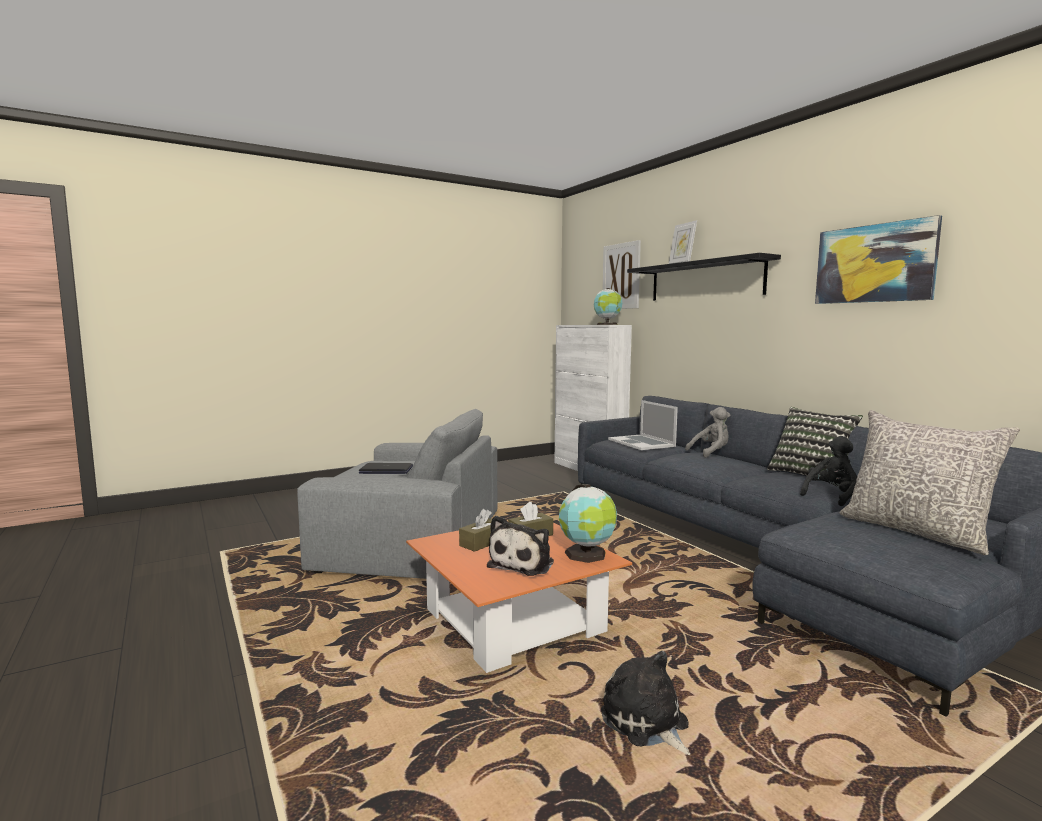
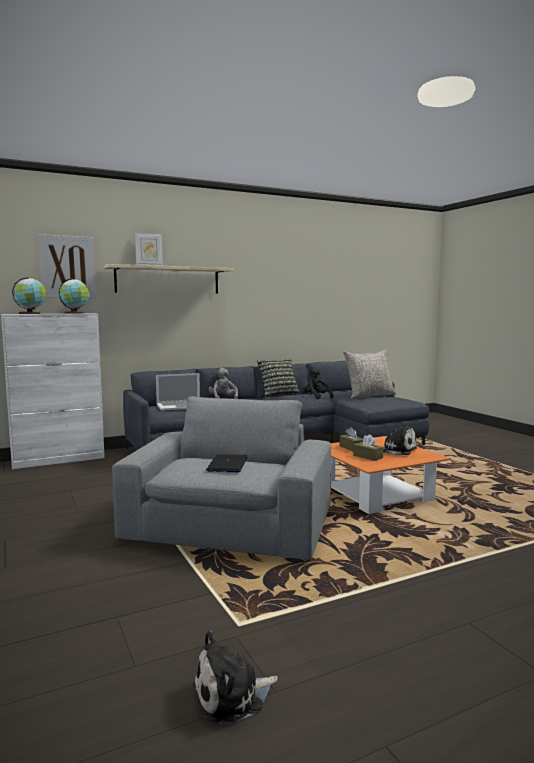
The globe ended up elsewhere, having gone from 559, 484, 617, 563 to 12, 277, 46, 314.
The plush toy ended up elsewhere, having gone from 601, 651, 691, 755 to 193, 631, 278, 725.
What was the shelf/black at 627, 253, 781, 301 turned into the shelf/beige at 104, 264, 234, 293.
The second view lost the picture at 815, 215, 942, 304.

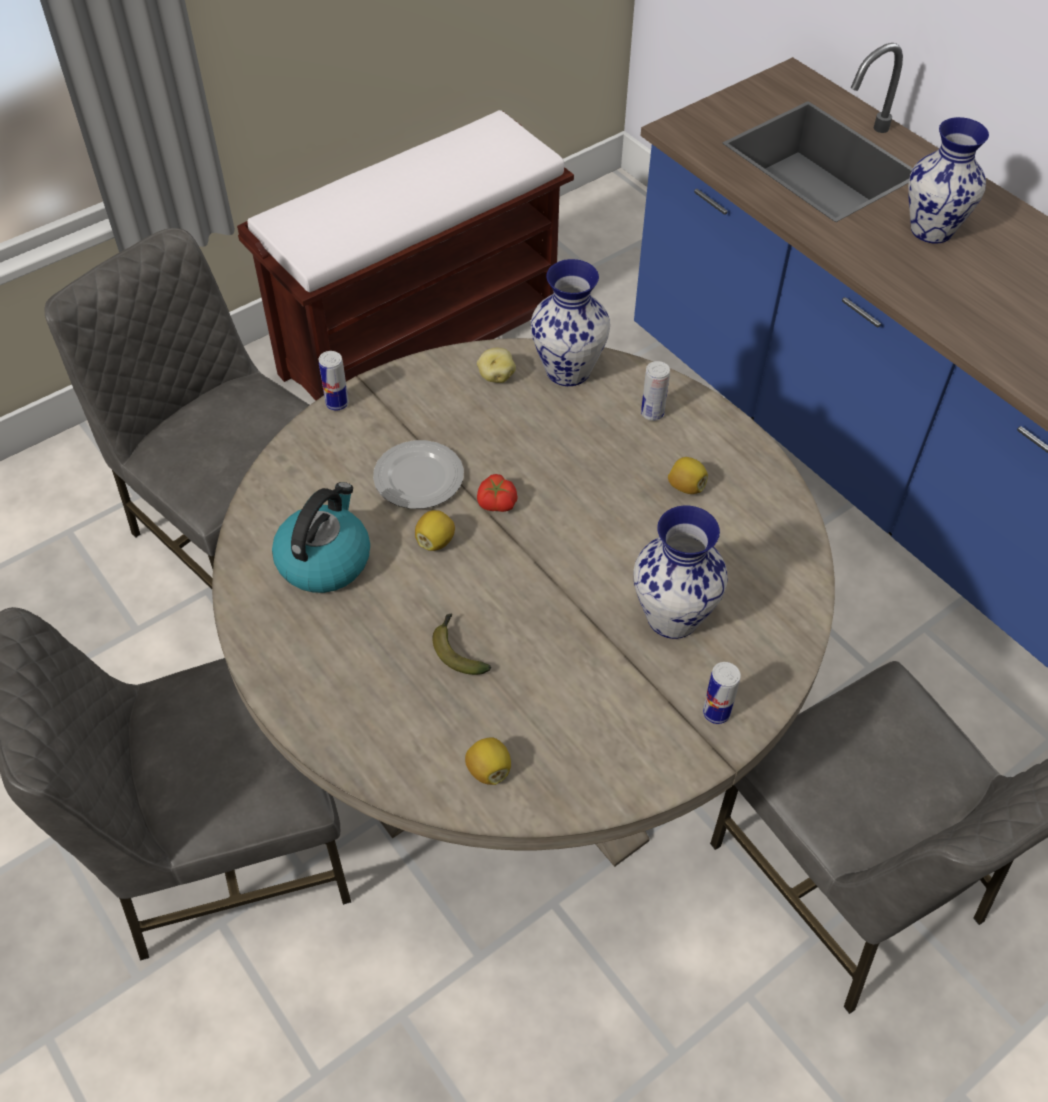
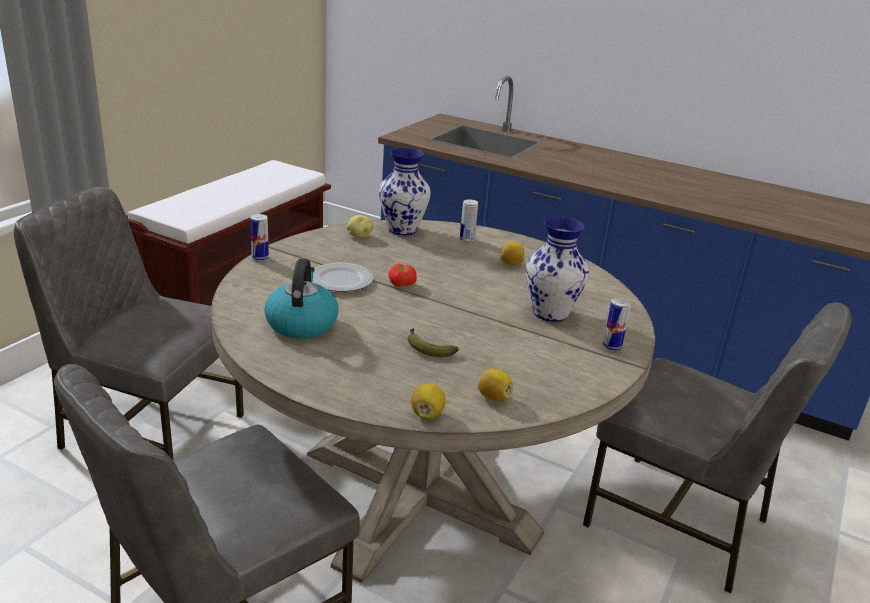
The lemon ended up elsewhere, having gone from 415, 510, 455, 551 to 411, 383, 446, 419.
The second view lost the vase at 908, 117, 989, 244.

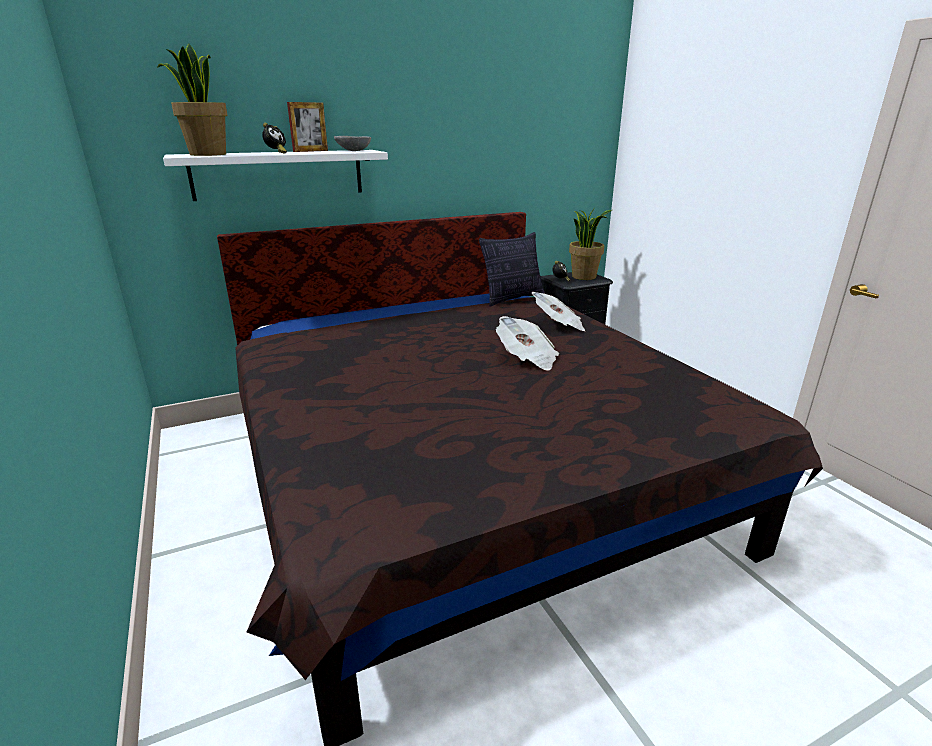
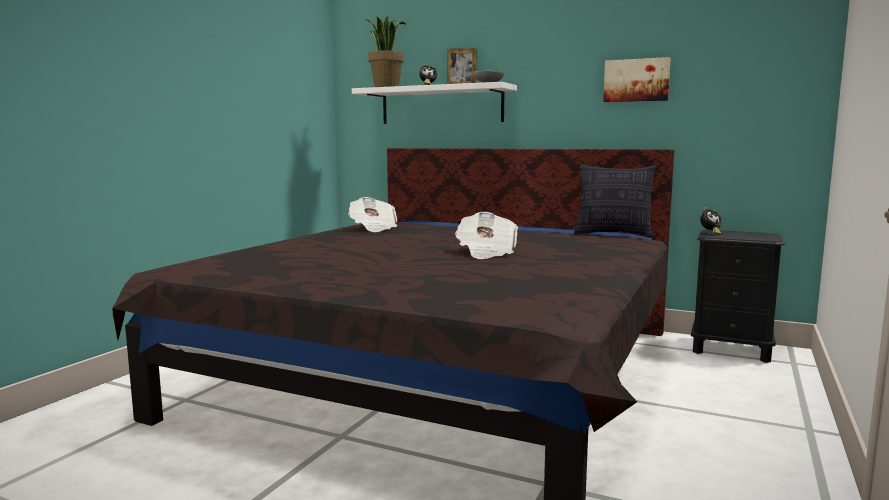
The newspaper ended up elsewhere, having gone from 532, 292, 585, 331 to 348, 197, 397, 232.
The second view lost the potted plant at 569, 208, 612, 280.
The second view gained the picture at 603, 57, 671, 102.

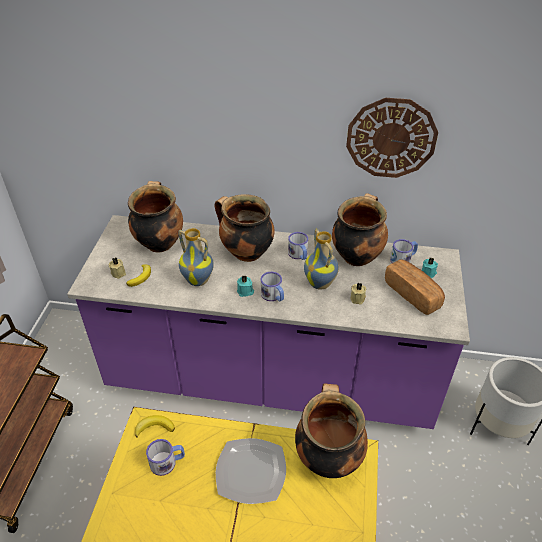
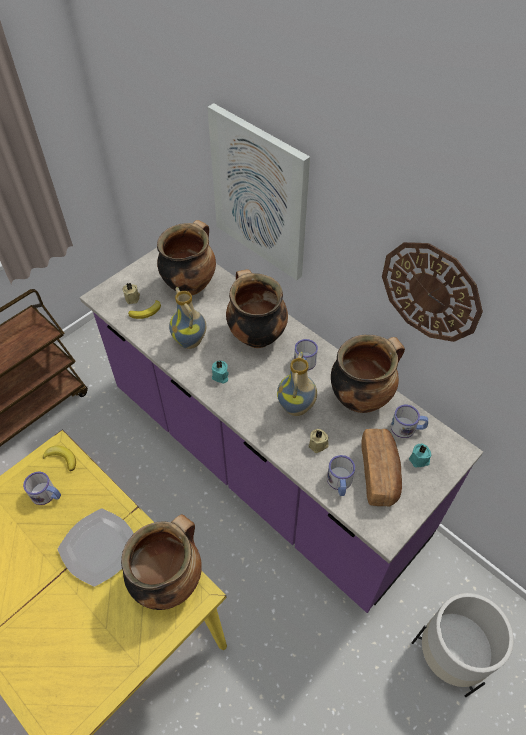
The mug ended up elsewhere, having gone from 261, 272, 284, 301 to 327, 455, 355, 496.
The second view gained the picture at 207, 103, 310, 280.

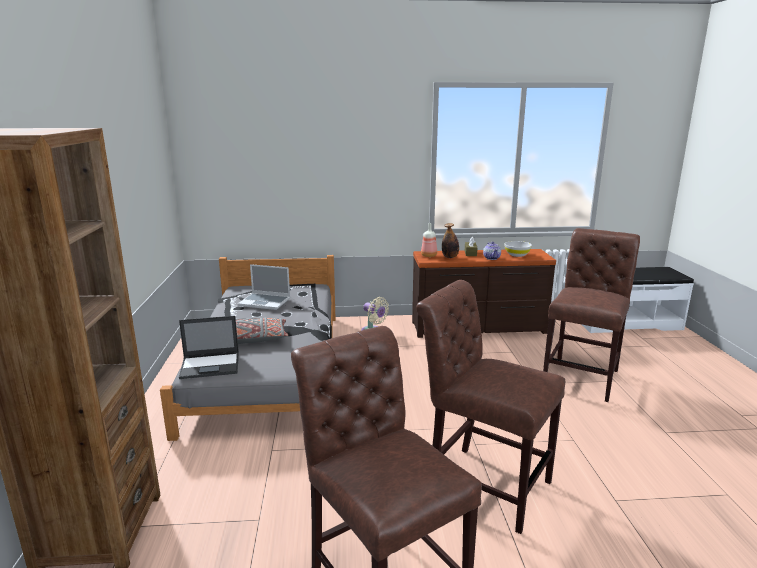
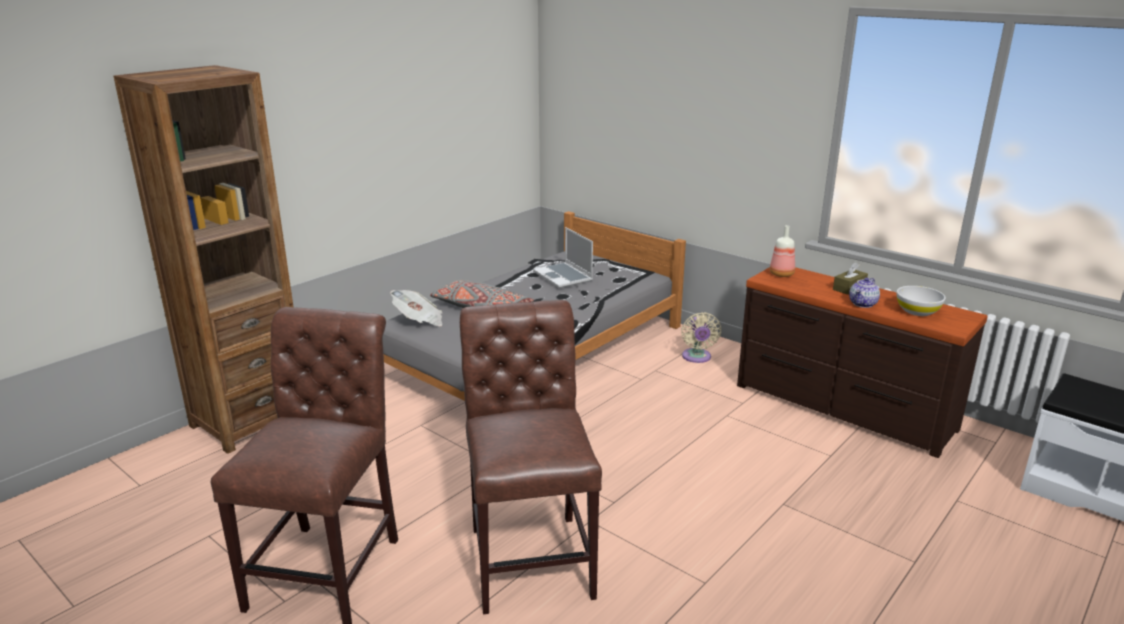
Where the laptop stood at 179, 316, 239, 379, the newspaper came to stand at 390, 290, 442, 326.
The second view lost the bottle at 442, 223, 459, 258.
The second view lost the chair/brown at 543, 228, 640, 402.

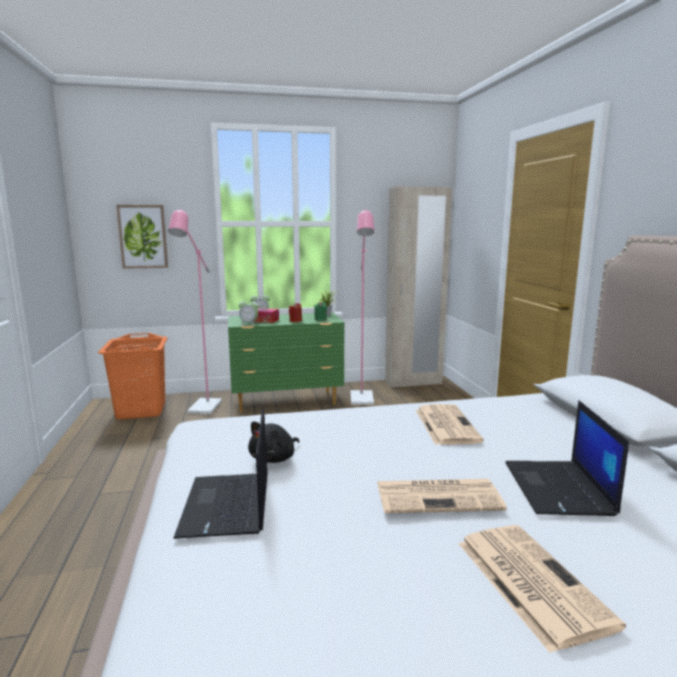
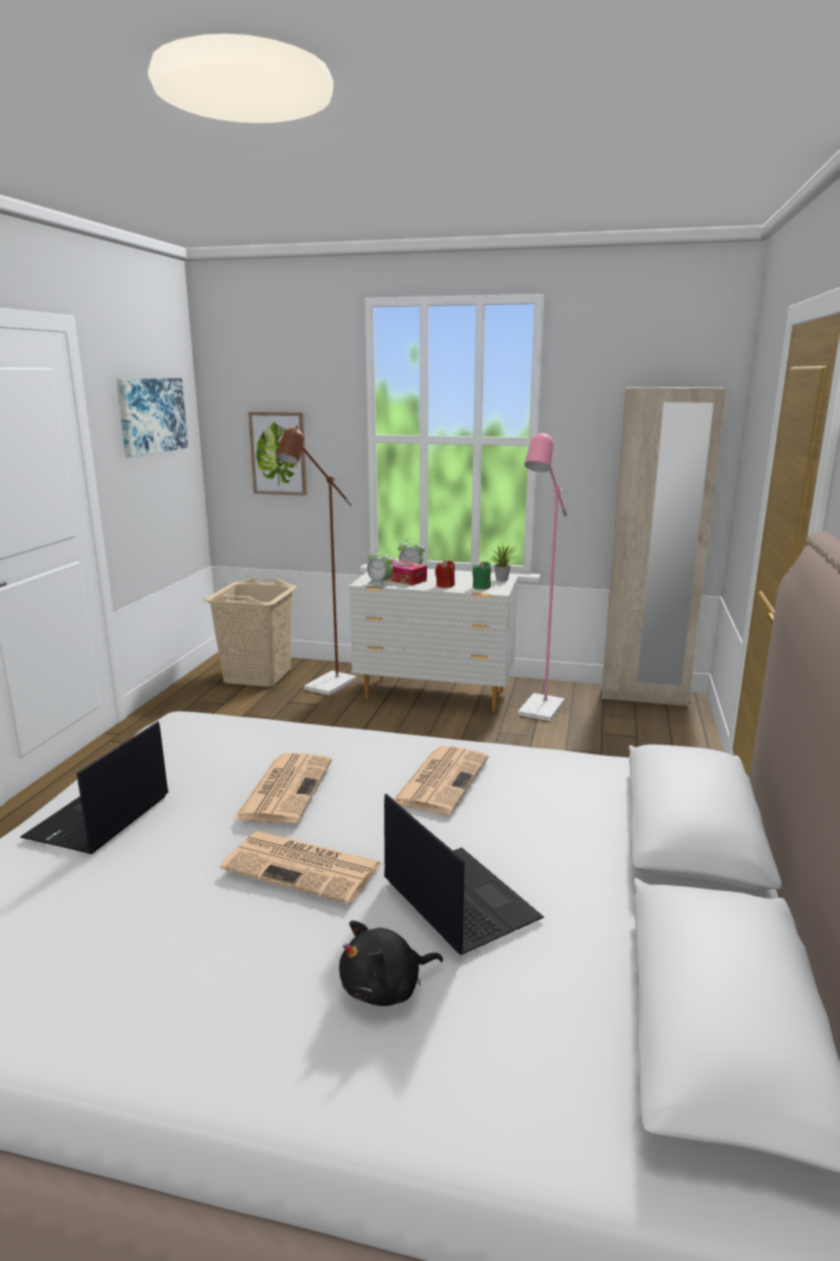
What was the laundry basket/orange at 98, 333, 168, 419 turned into the laundry basket/beige at 204, 578, 297, 687.
What was the floor lamp/pink at 168, 208, 222, 414 turned into the floor lamp/brown at 276, 426, 356, 695.
What was the dresser/green at 228, 312, 344, 412 turned into the dresser/white at 349, 571, 518, 712.
The plush toy/black ended up elsewhere, having gone from 248, 421, 299, 463 to 339, 921, 443, 1006.
The newspaper ended up elsewhere, having gone from 459, 525, 626, 653 to 234, 753, 332, 824.
The laptop at 505, 400, 629, 516 ended up facing another way, 120 degrees clockwise from before.
The second view gained the picture at 116, 378, 188, 457.

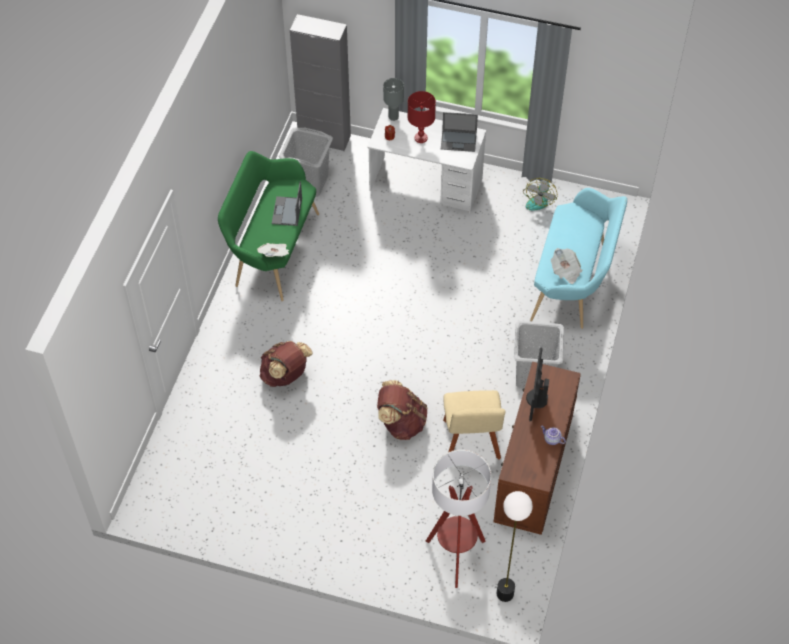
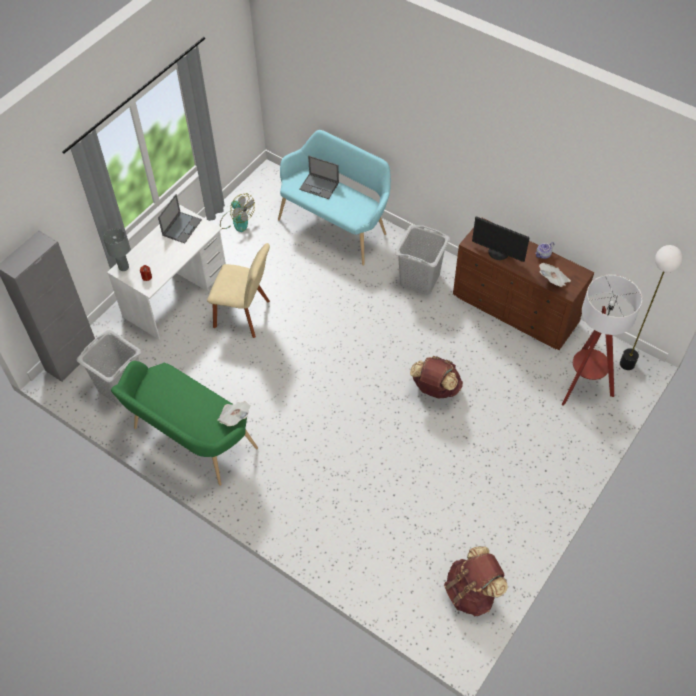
The backpack/brown ended up elsewhere, having gone from 260, 341, 313, 387 to 444, 546, 508, 616.
The laptop ended up elsewhere, having gone from 272, 181, 302, 226 to 299, 156, 339, 199.
The second view lost the table lamp/red at 408, 91, 436, 143.
The chair/beige ended up elsewhere, having gone from 443, 390, 506, 459 to 207, 243, 270, 338.
The newspaper ended up elsewhere, having gone from 551, 248, 583, 284 to 539, 263, 571, 287.

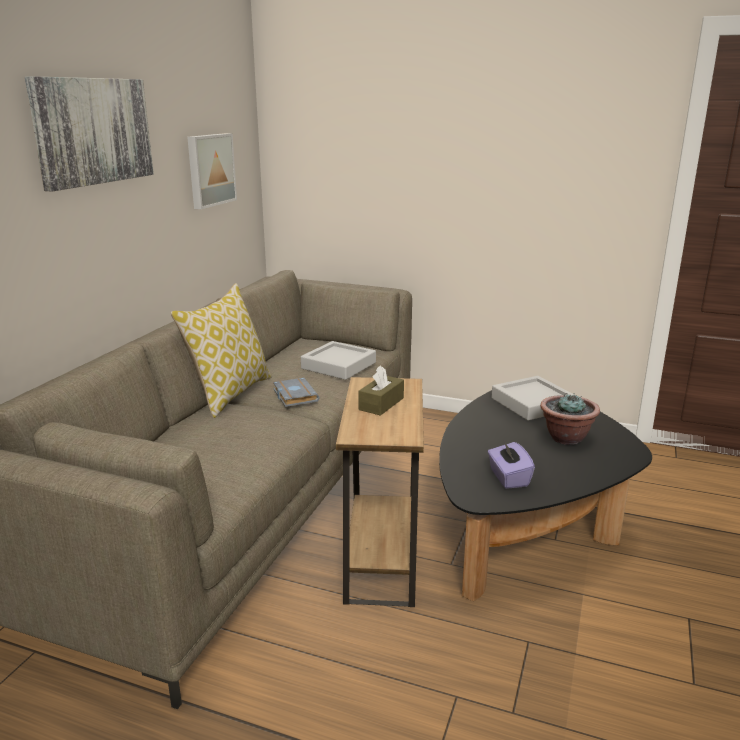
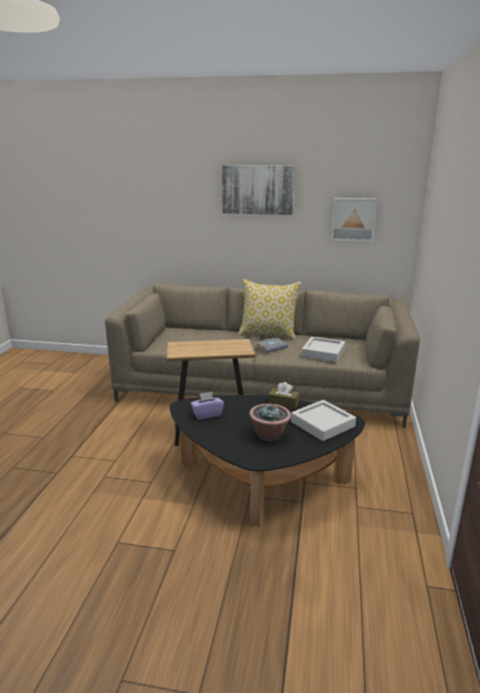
The tissue box/brown ended up elsewhere, having gone from 358, 365, 404, 416 to 268, 382, 299, 409.

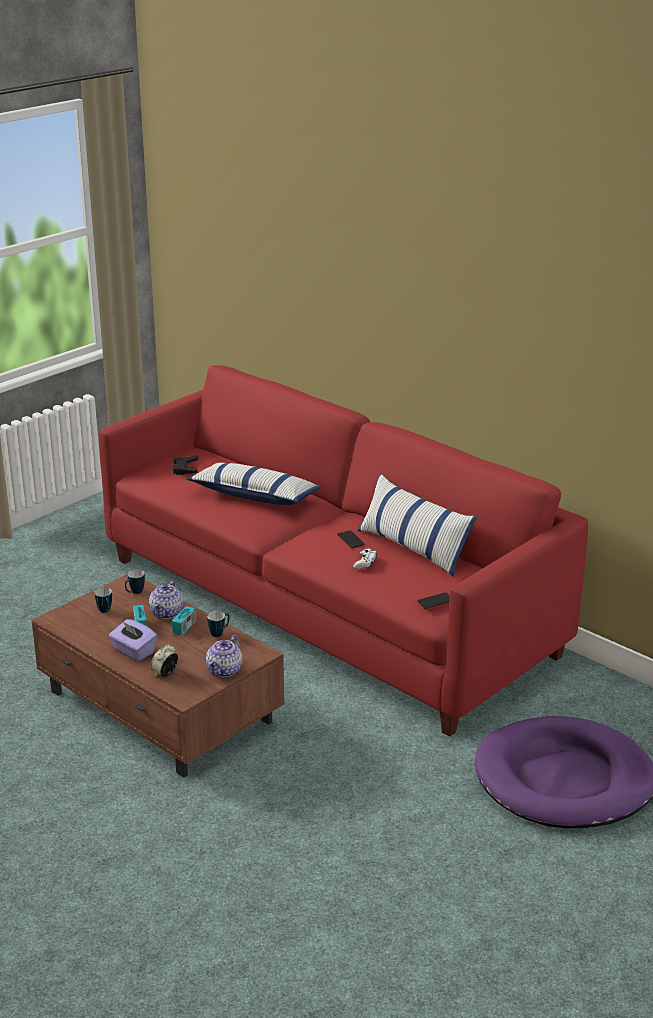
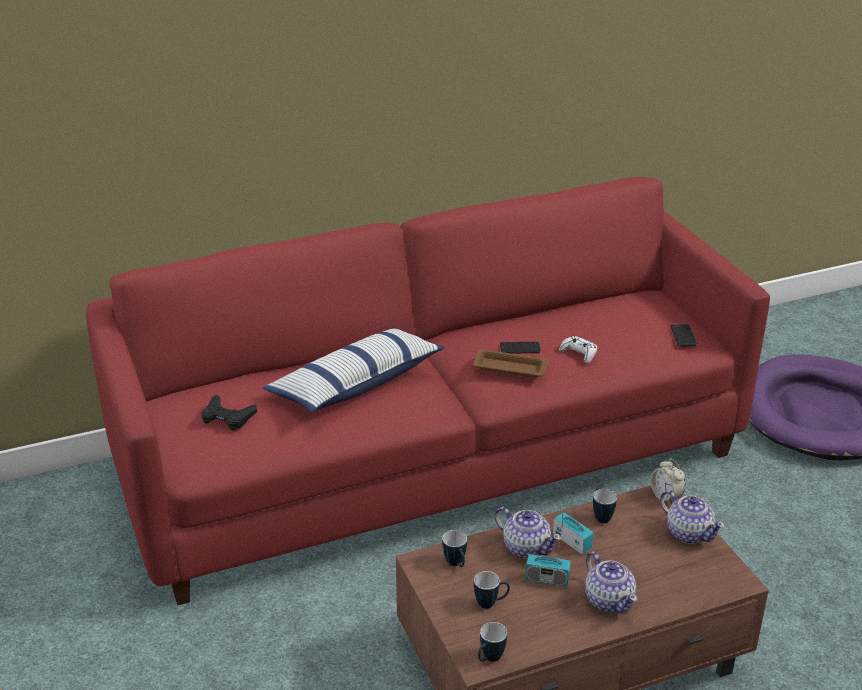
Where the tissue box/purple stood at 109, 619, 157, 661, the teapot came to stand at 585, 551, 637, 614.
The alarm clock ended up elsewhere, having gone from 150, 644, 178, 677 to 650, 458, 685, 505.
The second view lost the pillow at 357, 473, 477, 577.
The second view gained the tray/brown at 472, 349, 549, 378.
The second view gained the mug at 478, 622, 507, 662.

